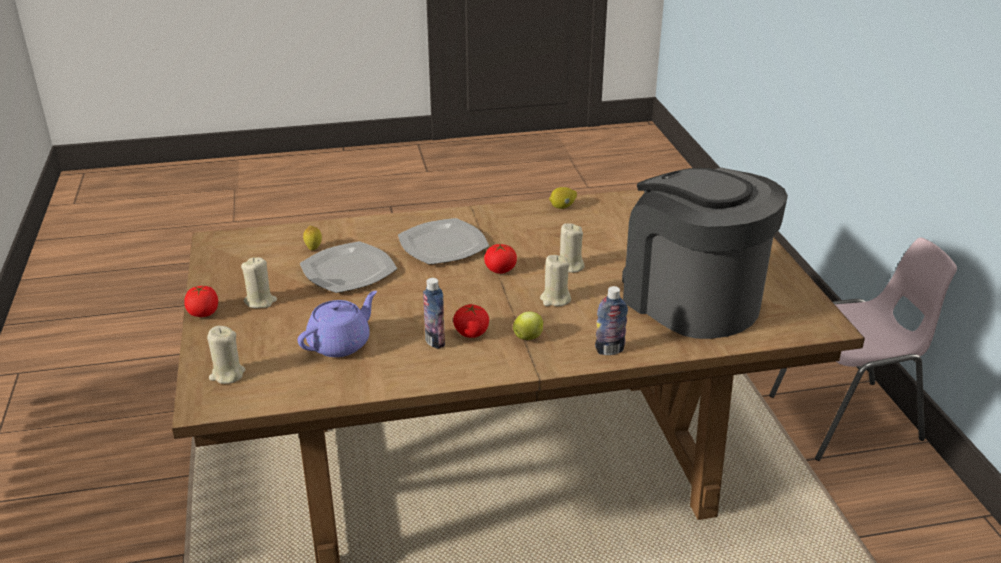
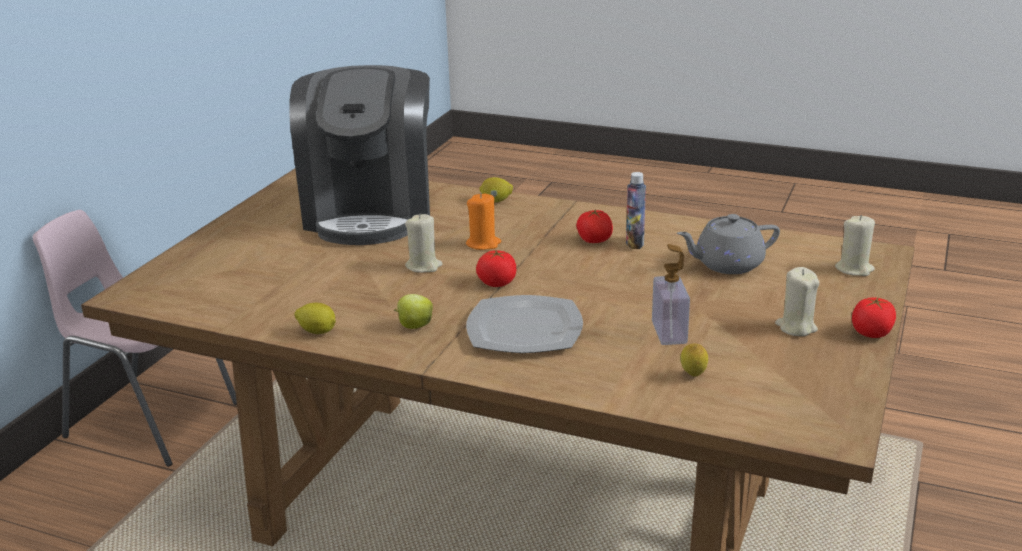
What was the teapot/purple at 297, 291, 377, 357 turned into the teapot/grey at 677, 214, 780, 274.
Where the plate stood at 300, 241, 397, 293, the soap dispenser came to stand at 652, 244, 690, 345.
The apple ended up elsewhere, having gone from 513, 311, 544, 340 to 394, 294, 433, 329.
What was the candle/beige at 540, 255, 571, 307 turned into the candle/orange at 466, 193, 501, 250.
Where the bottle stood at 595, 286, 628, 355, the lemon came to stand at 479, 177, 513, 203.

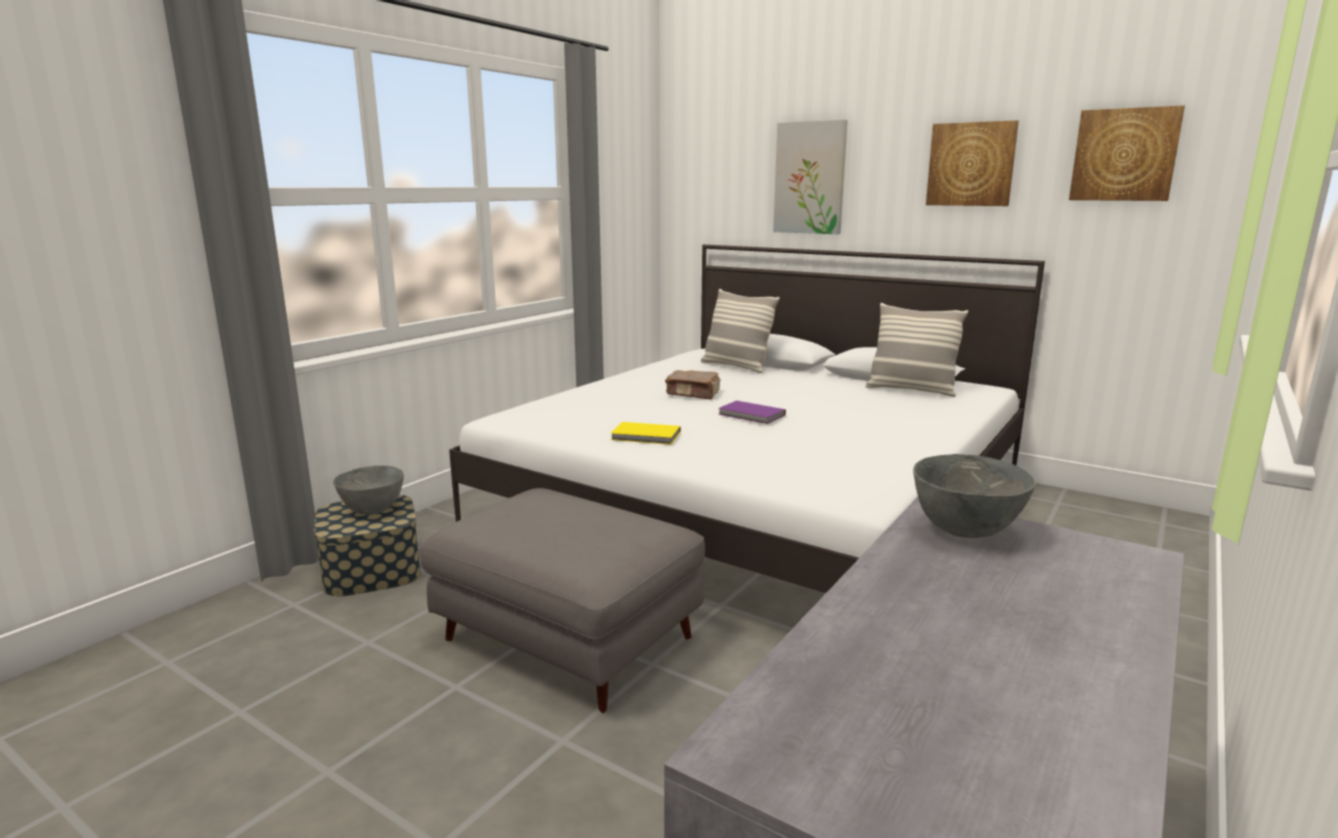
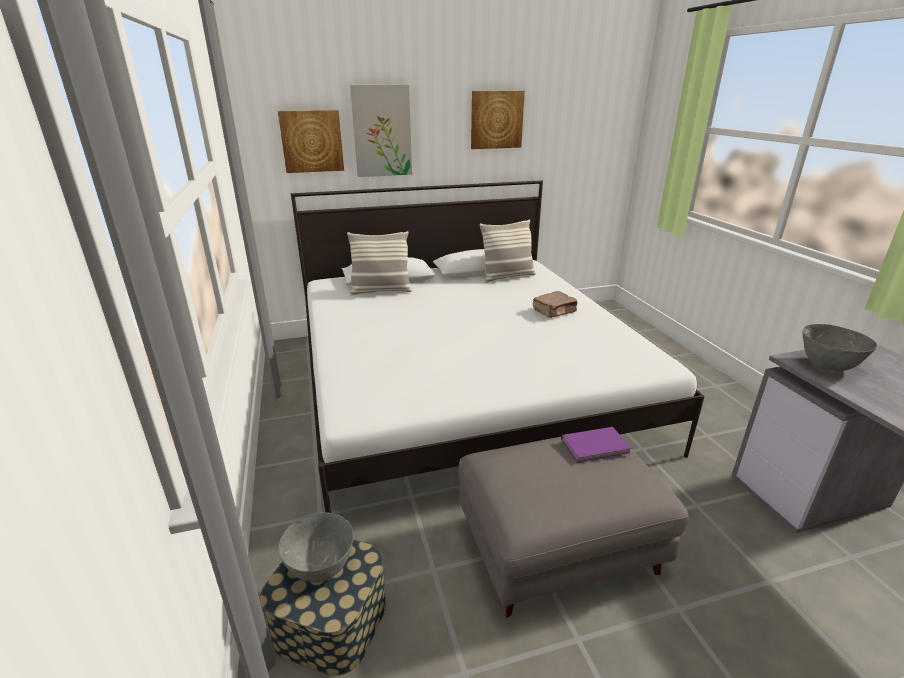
The second view lost the book/yellow at 611, 422, 681, 445.
The book/brown ended up elsewhere, having gone from 665, 370, 721, 399 to 533, 291, 578, 318.
The book/purple ended up elsewhere, having gone from 718, 401, 786, 424 to 561, 427, 632, 463.
The picture ended up elsewhere, having gone from 1069, 105, 1185, 201 to 278, 110, 344, 173.

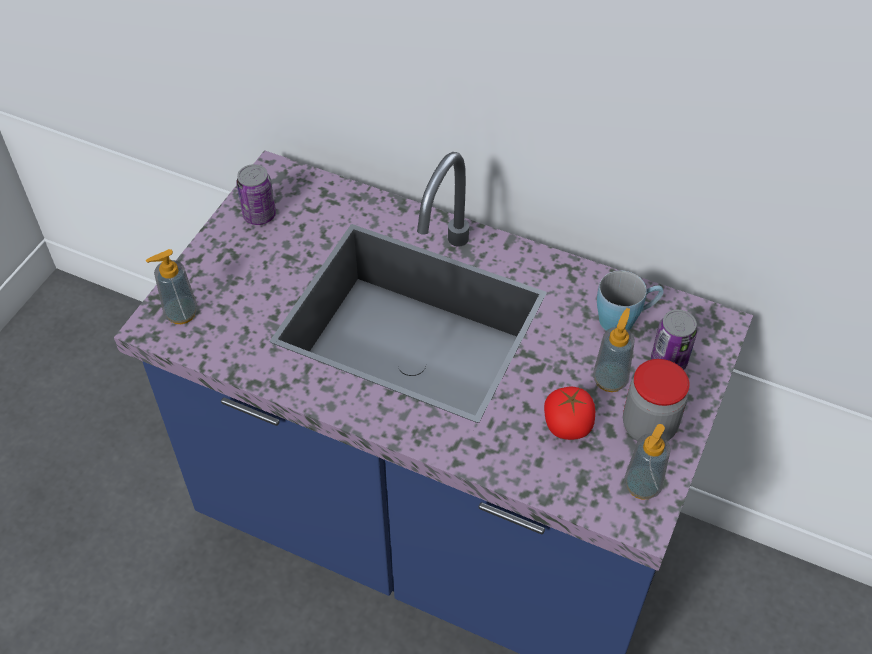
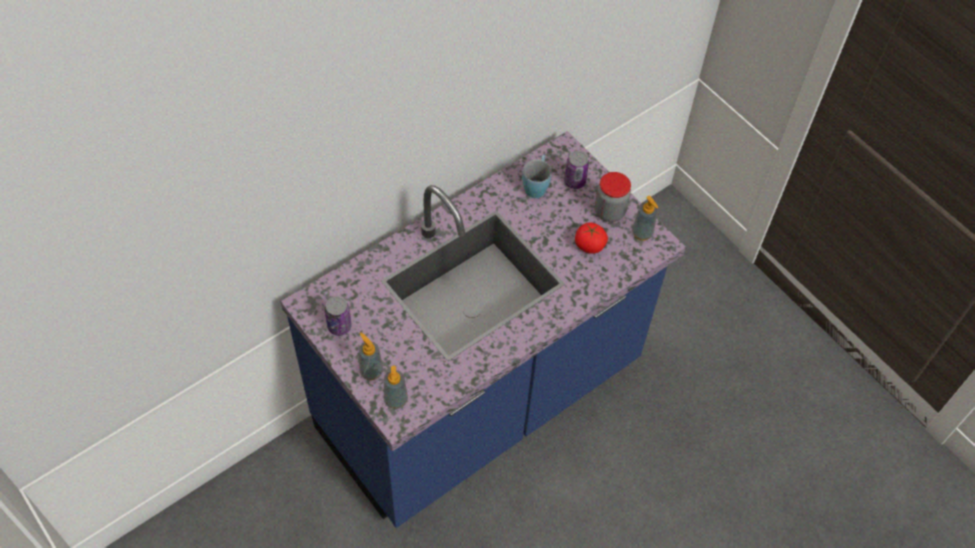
The soap dispenser ended up elsewhere, having gone from 593, 308, 635, 392 to 359, 332, 383, 380.

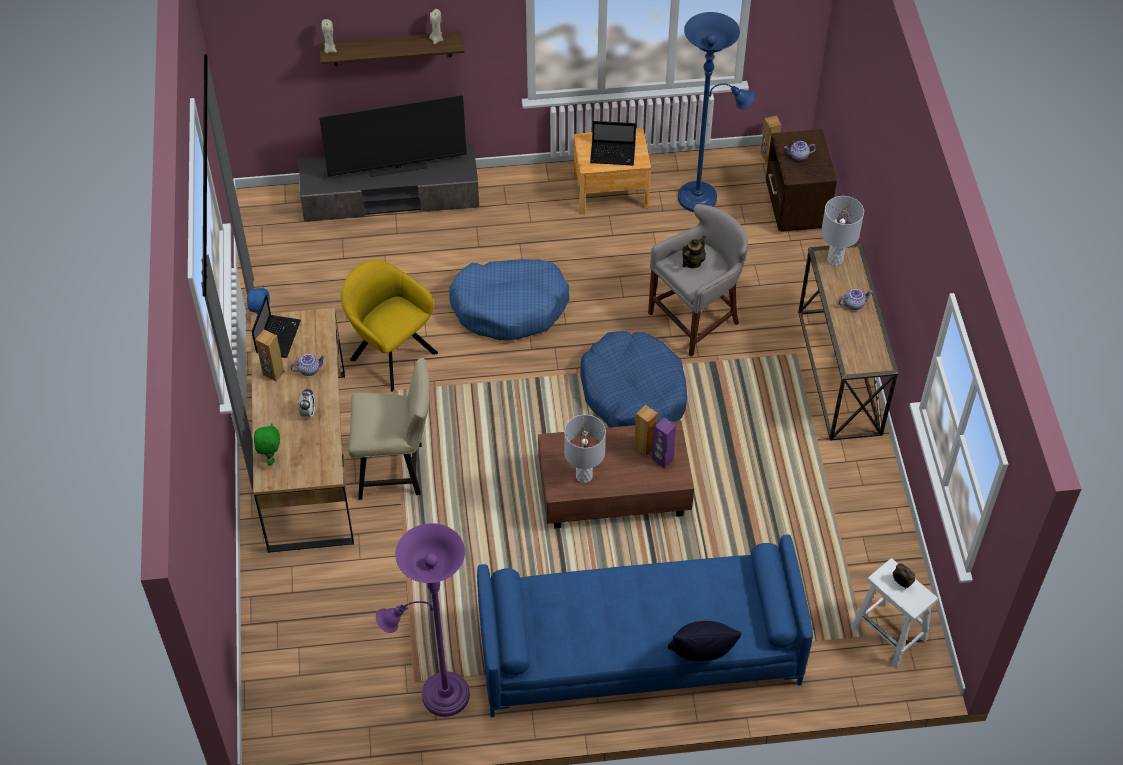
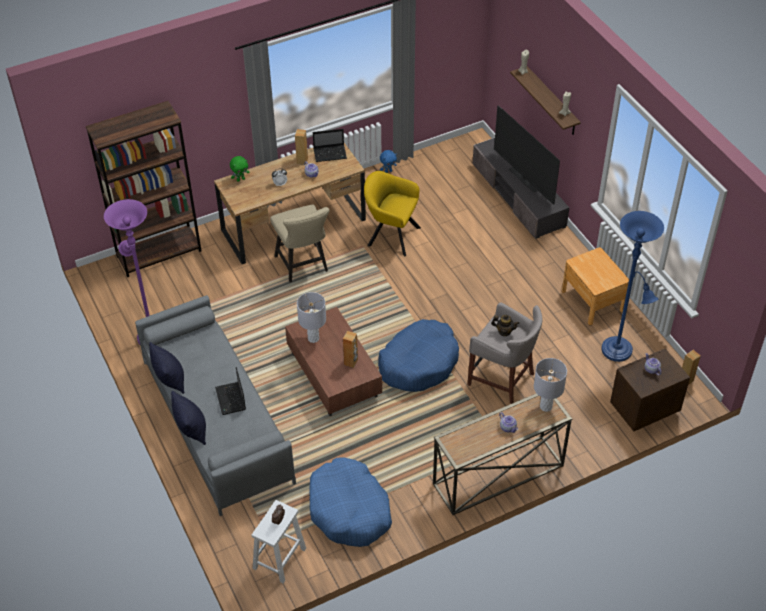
The armchair/yellow at 341, 260, 438, 392 ended up facing another way, 90 degrees counterclockwise from before.
The dog bed/blue ended up elsewhere, having gone from 449, 259, 569, 341 to 309, 458, 392, 547.
What was the sofa/blue at 477, 535, 813, 717 turned into the sofa/grey at 135, 295, 296, 516.
The laptop ended up elsewhere, having gone from 590, 121, 636, 165 to 215, 367, 246, 415.
The second view lost the speaker/purple at 652, 417, 676, 468.
The second view gained the bookcase/brown at 86, 101, 201, 277.
The second view gained the pillow/black at 149, 342, 185, 394.

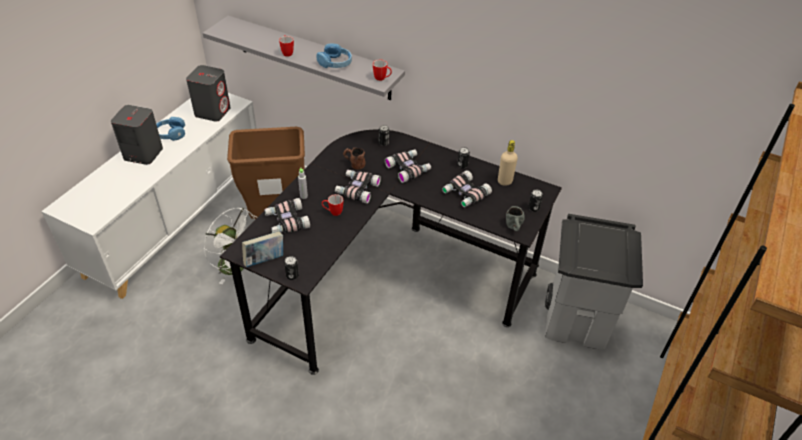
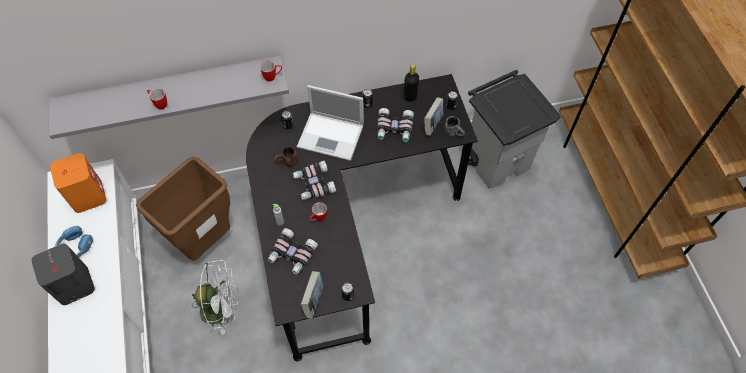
What was the speaker/grey at 186, 65, 231, 122 turned into the speaker/orange at 50, 153, 107, 213.
The second view lost the headphones/blue at 316, 43, 352, 68.
Where the binoculars stood at 384, 149, 431, 183, the laptop came to stand at 297, 85, 364, 161.
What was the bottle/beige at 498, 140, 518, 186 turned into the bottle/black at 404, 64, 419, 102.
The second view gained the book at 424, 97, 443, 136.

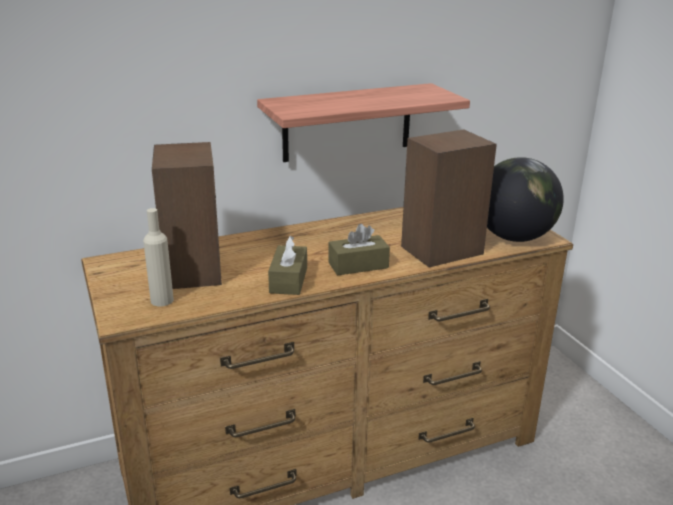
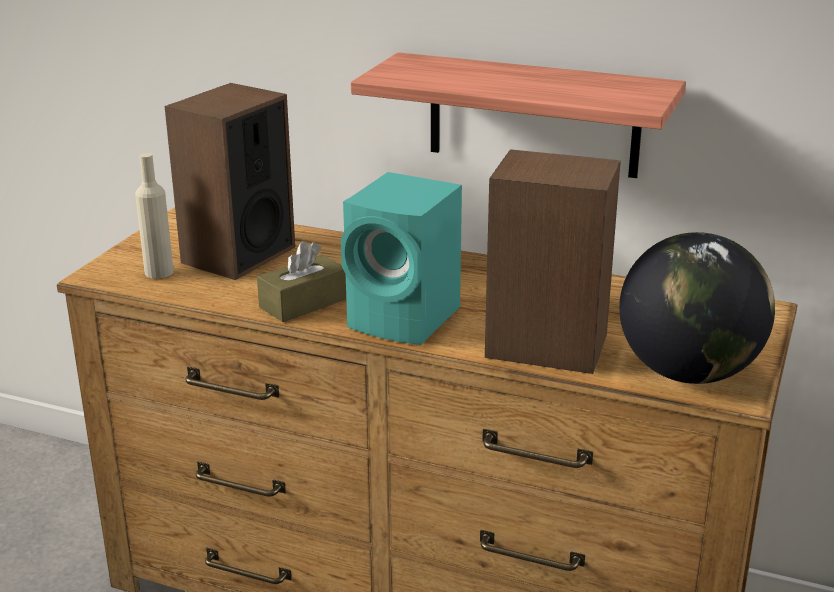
Where the tissue box/brown stood at 328, 224, 390, 276, the speaker/turquoise came to stand at 341, 172, 462, 345.

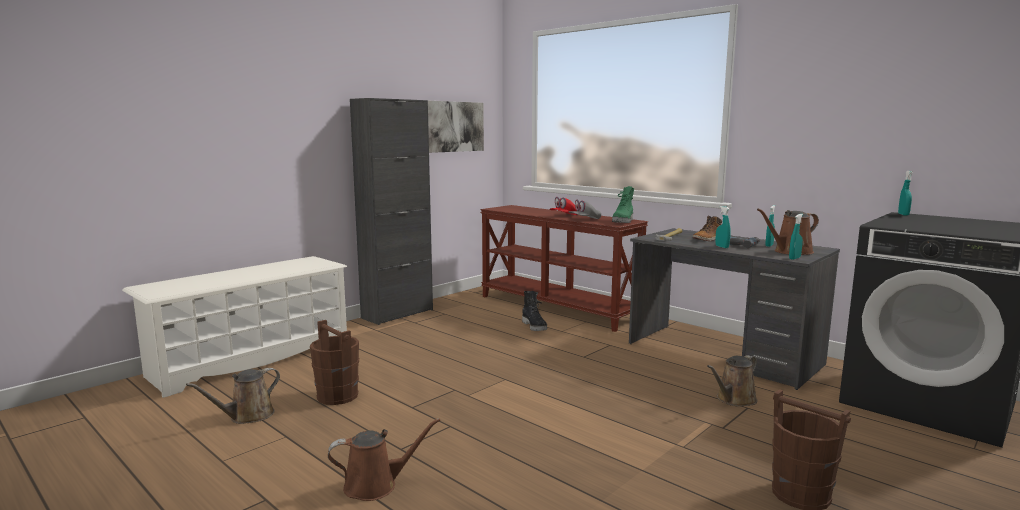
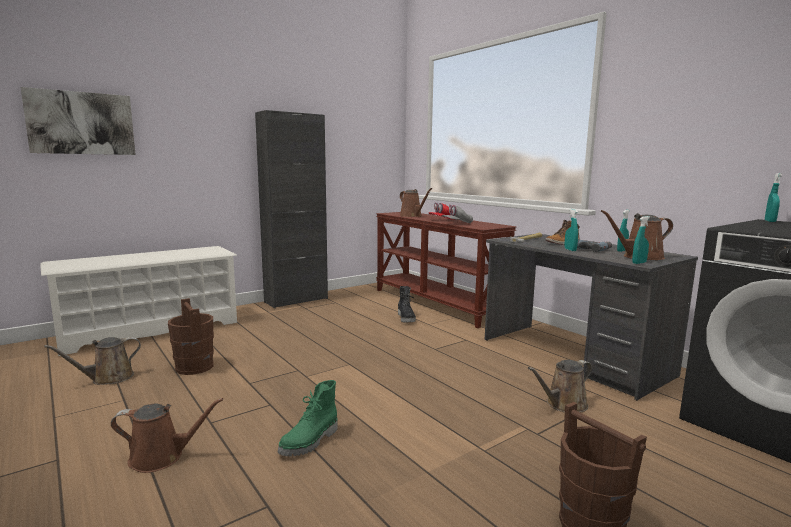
The picture ended up elsewhere, having gone from 428, 101, 484, 153 to 21, 87, 136, 155.
The boot/green ended up elsewhere, having gone from 612, 186, 634, 223 to 278, 380, 338, 456.
The second view gained the watering can/brown at 400, 188, 432, 217.

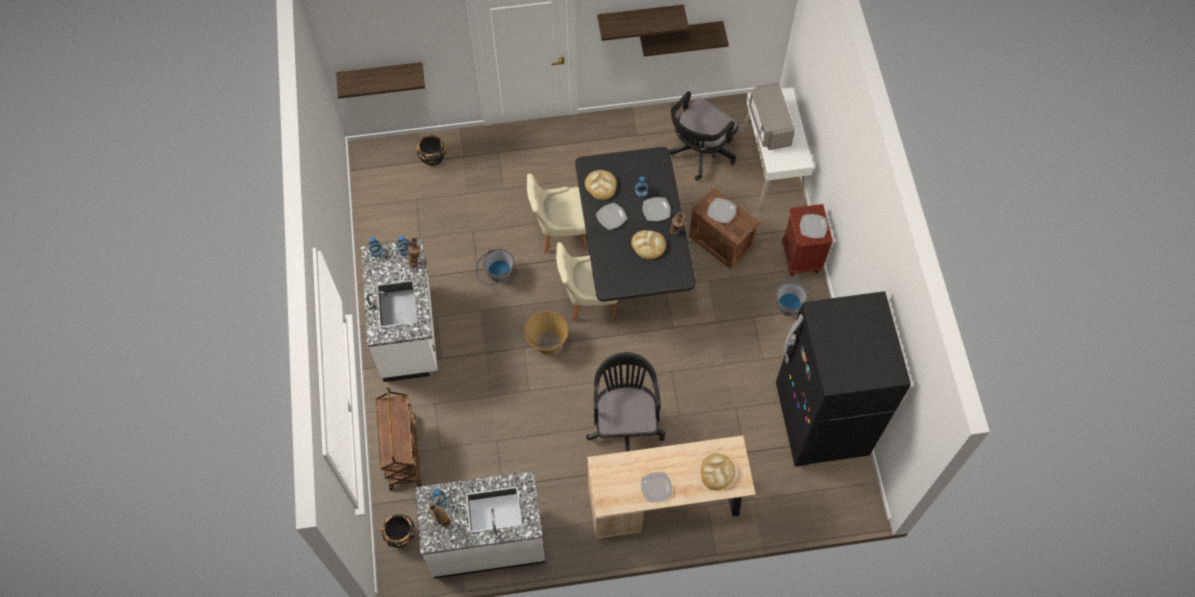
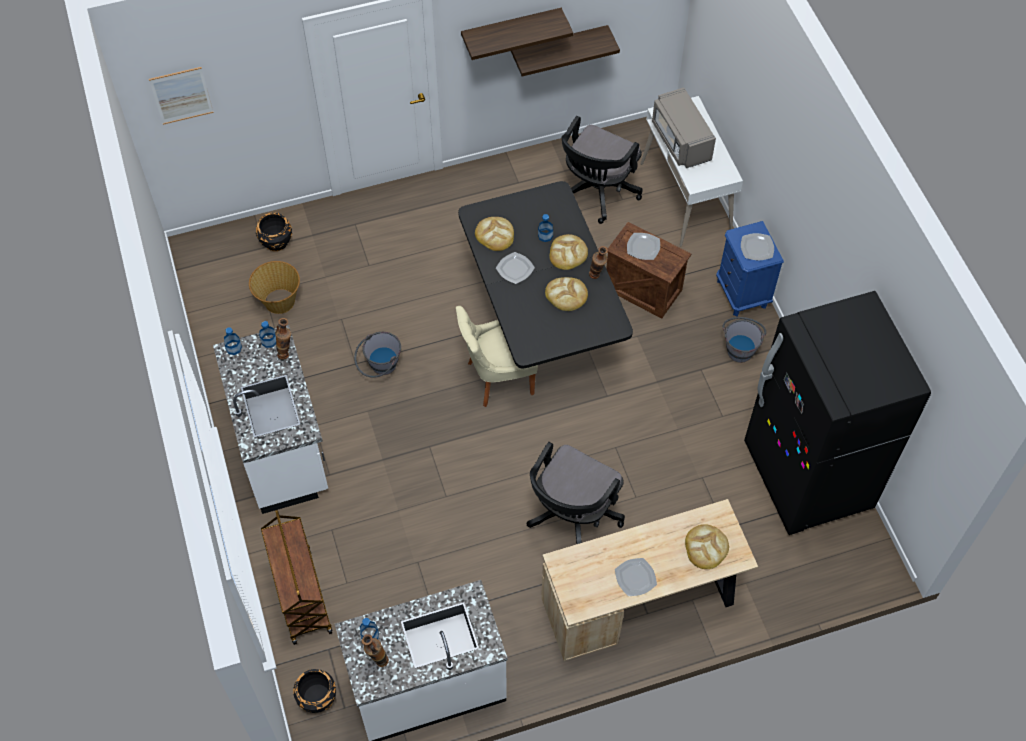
The second view lost the shelf at 336, 62, 425, 99.
The basket ended up elsewhere, having gone from 525, 311, 568, 355 to 249, 261, 300, 314.
The second view lost the chair/beige at 527, 173, 586, 254.
The office chair/black at 586, 352, 665, 452 ended up facing another way, 135 degrees counterclockwise from before.
Where the plate stood at 643, 197, 671, 221, the bread came to stand at 549, 234, 588, 270.
What was the nightstand/brown at 782, 204, 833, 277 turned into the nightstand/blue at 716, 221, 784, 316.
The second view gained the picture at 149, 67, 214, 125.

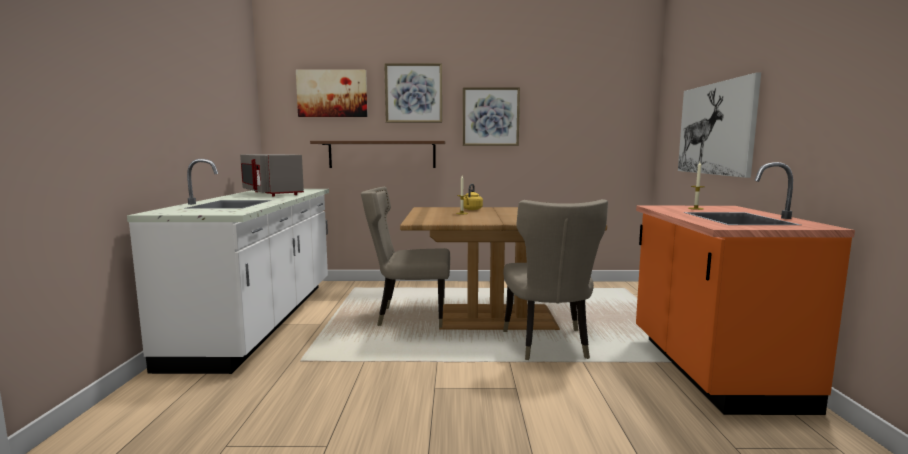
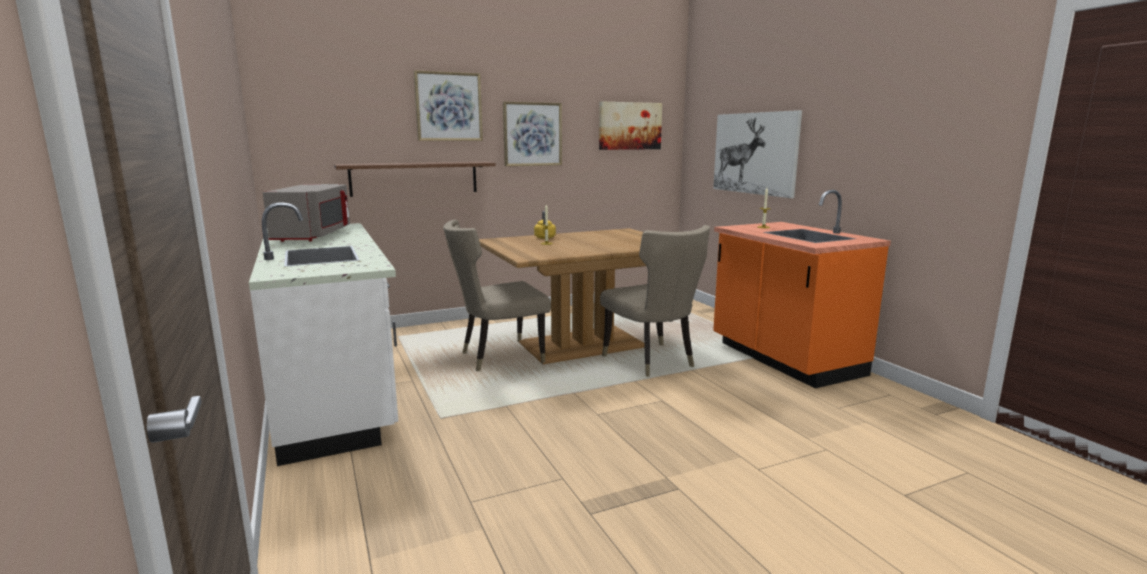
The microwave/grey at 240, 154, 304, 197 ended up facing another way, 120 degrees counterclockwise from before.
The picture ended up elsewhere, having gone from 296, 70, 368, 117 to 599, 101, 662, 150.

